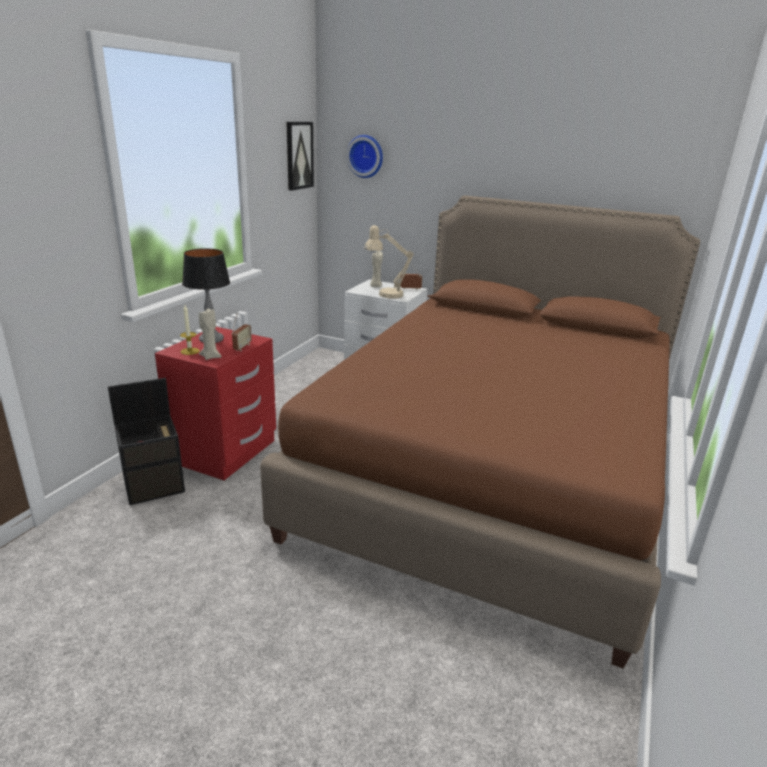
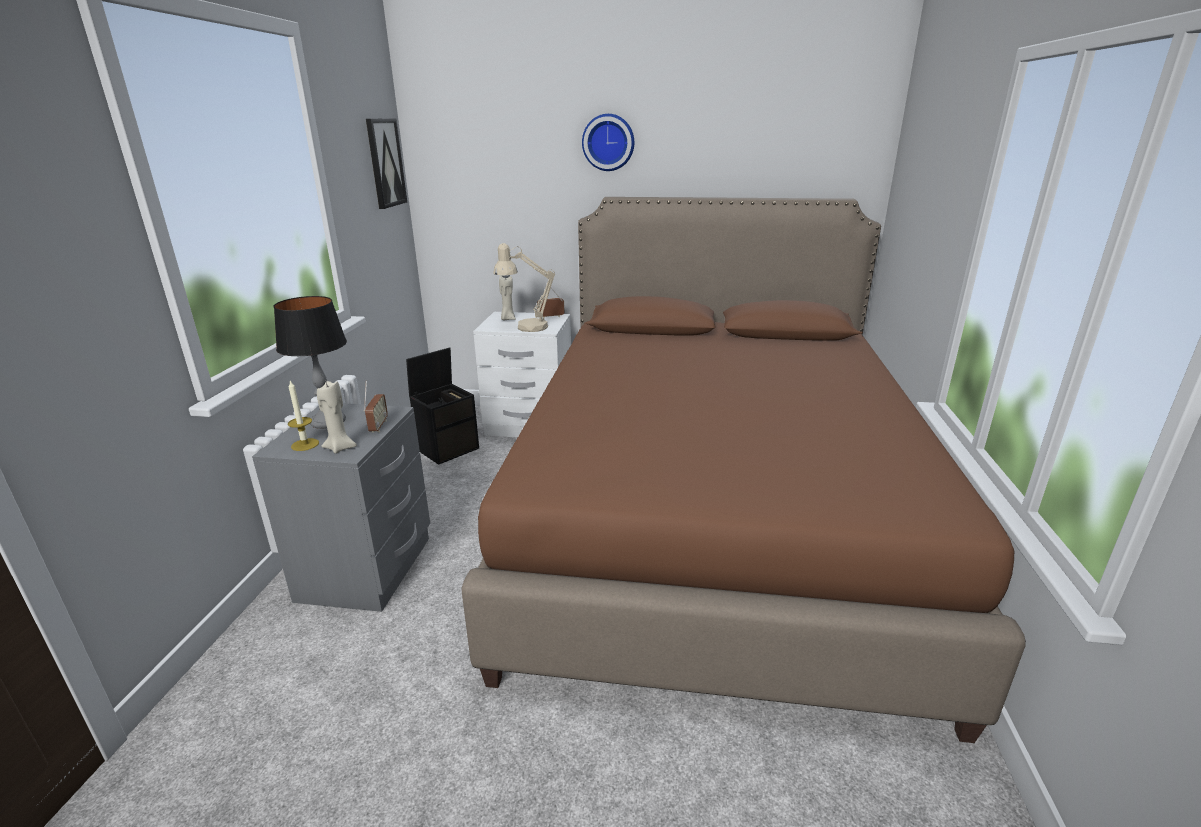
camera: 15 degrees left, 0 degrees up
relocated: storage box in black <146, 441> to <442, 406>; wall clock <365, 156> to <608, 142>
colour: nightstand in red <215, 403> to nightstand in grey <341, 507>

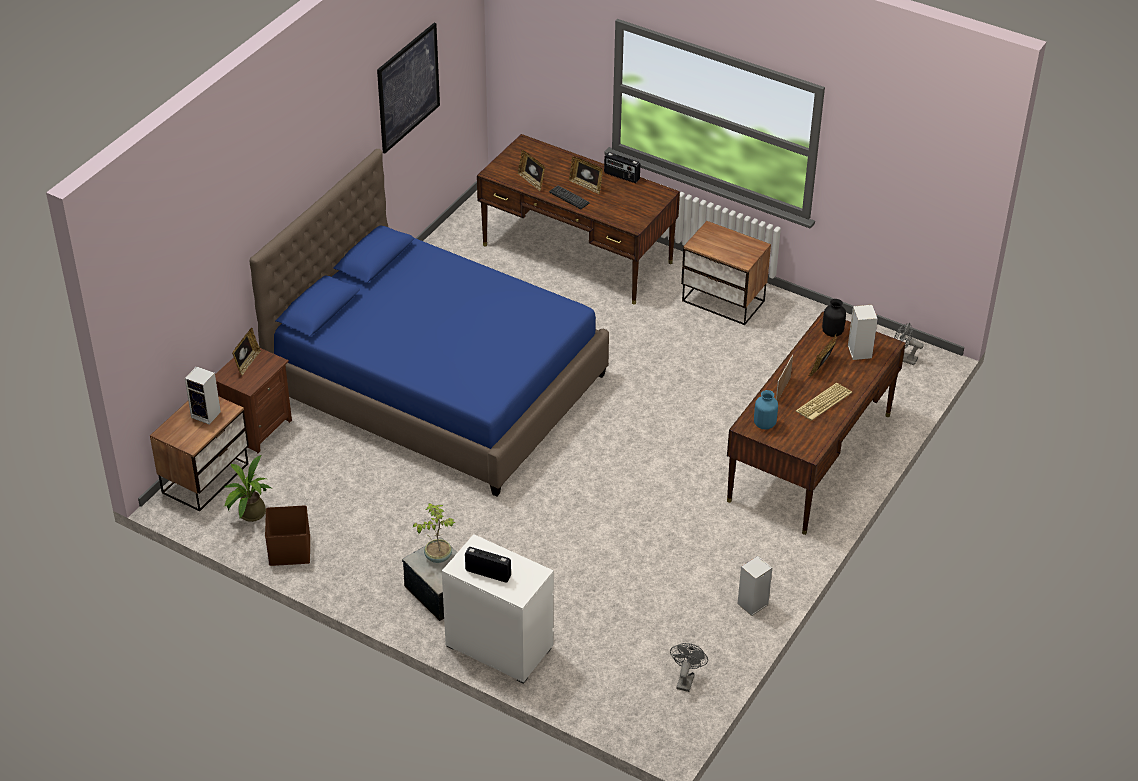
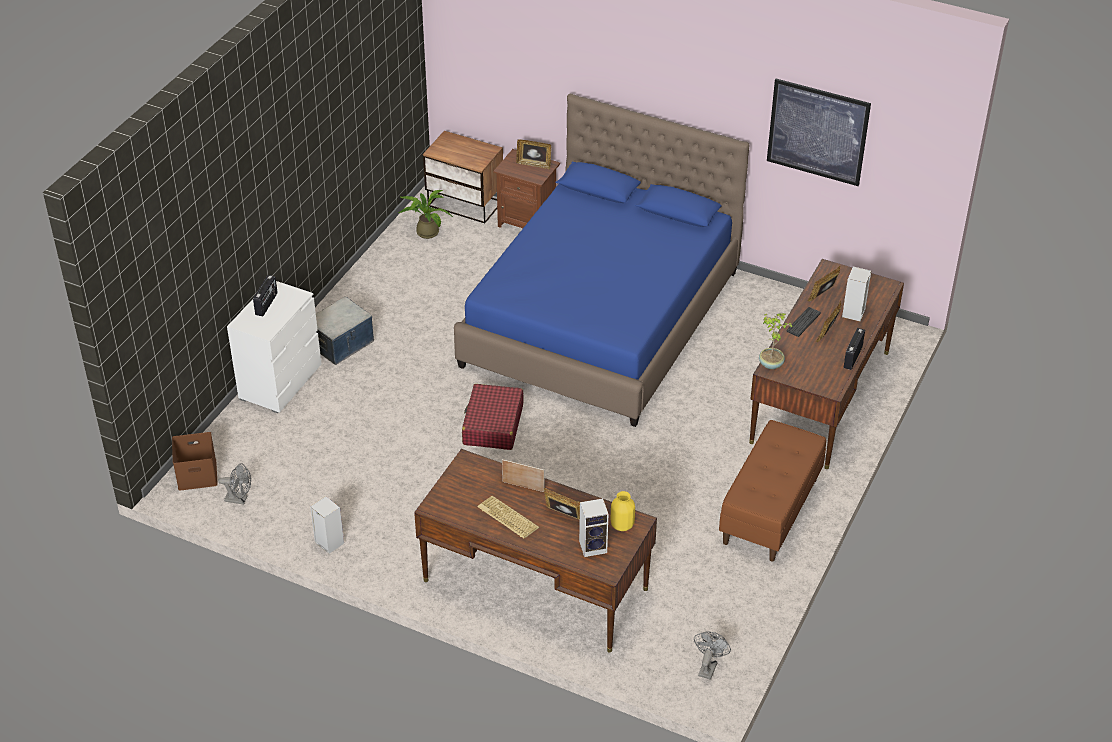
camera: 85 degrees right, 0 degrees up
missing: vase in blue <766, 409>
appeared: suitcase in red <492, 417>
relocated: speaker <203, 395> to <856, 294>; storage box in brown <287, 535> to <195, 461>; potted plant <434, 533> to <776, 341>
exchanged: nightstand <726, 273> to bench in brown <772, 490>
colour: vase in black <834, 318> to vase in yellow <623, 511>

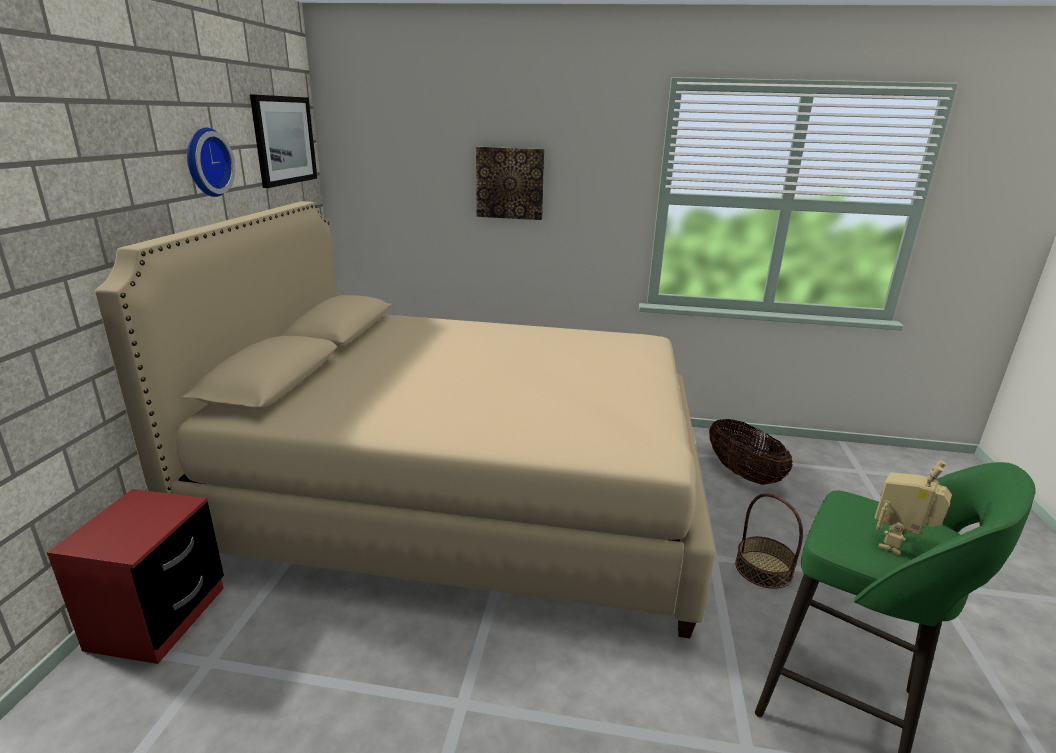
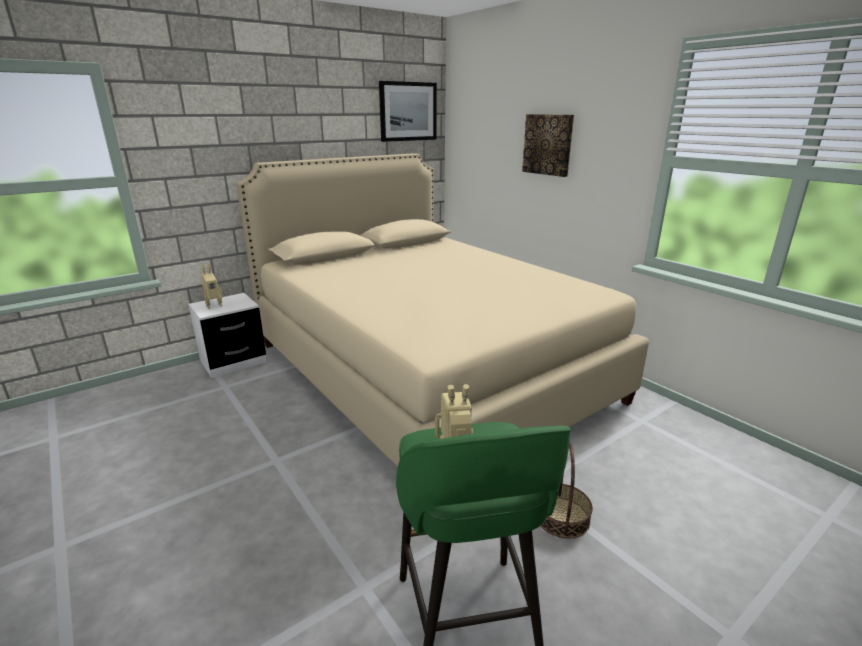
camera: 45 degrees right, 0 degrees up
missing: wall clock <211, 162>; basket <751, 452>
appeared: toy robot <211, 286>
colour: nightstand in red <135, 576> to nightstand in white <227, 335>

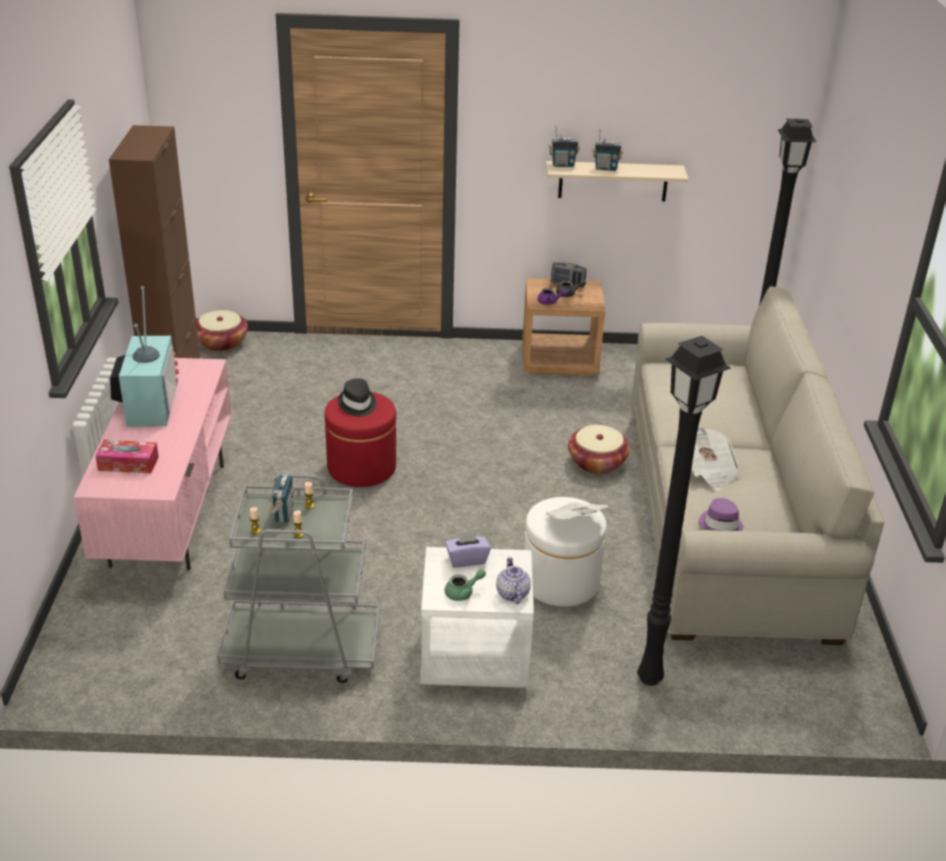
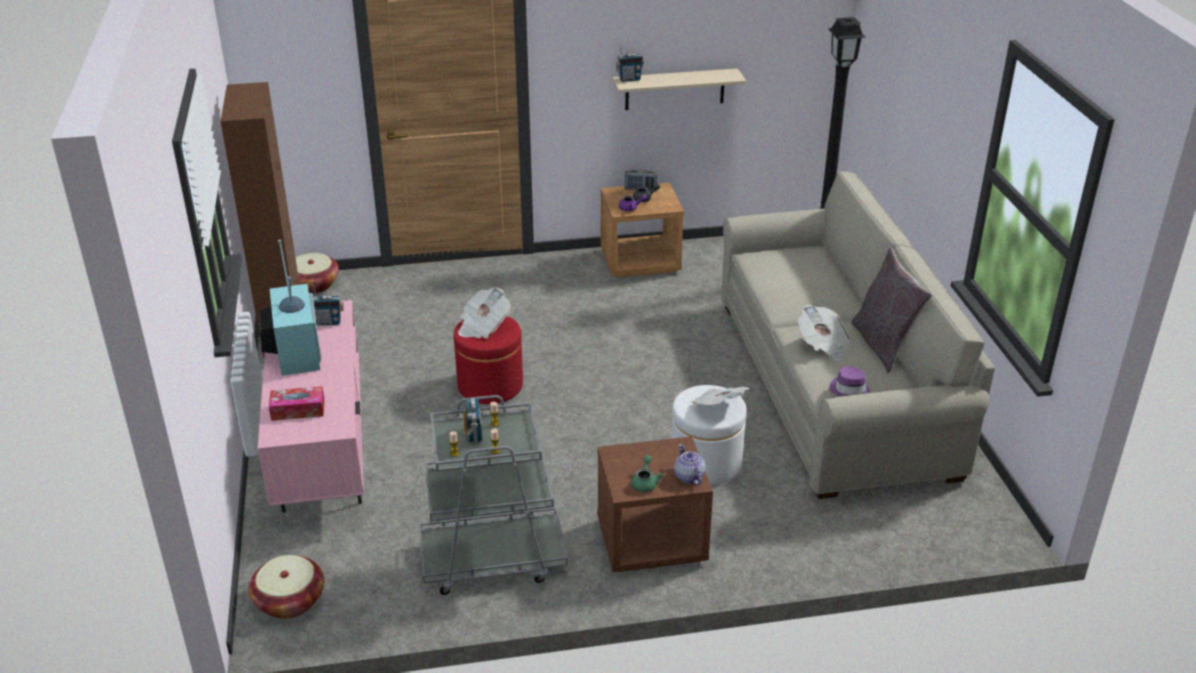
camera: 10 degrees left, 0 degrees up
missing: tissue box in purple <468, 549>; floor lamp in black <684, 511>
appeared: pillow in grey <891, 310>
relocated: basket <599, 449> to <286, 587>; radio <607, 149> to <327, 305>
exchanged: hat in black <357, 397> to newspaper <484, 313>
colour: nightstand in white <477, 617> to nightstand in brown <655, 504>
spun: teapot in green <465, 585> = <647, 473> 45 degrees counterclockwise

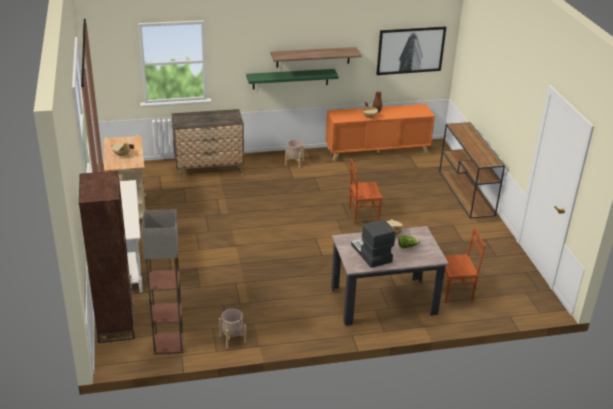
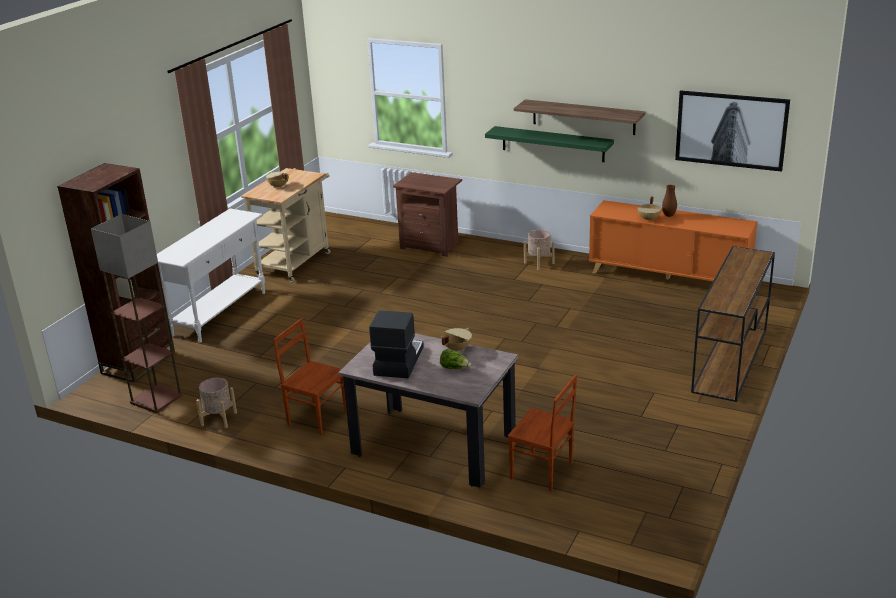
camera: 40 degrees right, 5 degrees down
relocated: chair in brown <365, 191> to <310, 376>
exchanged: dresser <208, 144> to nightstand in brown <427, 214>

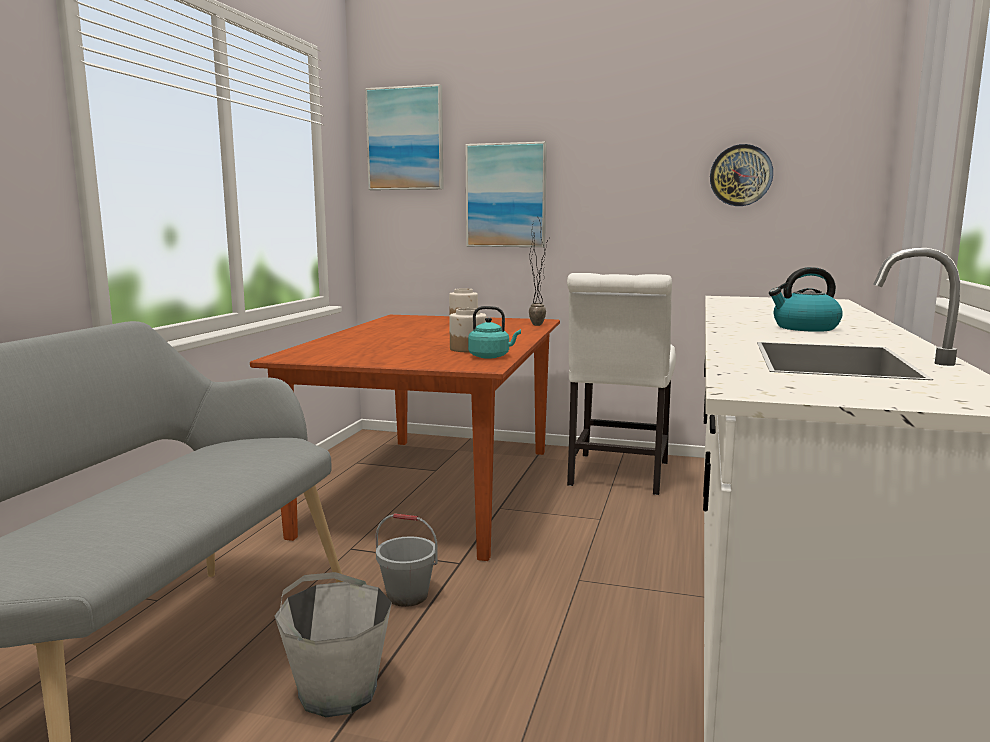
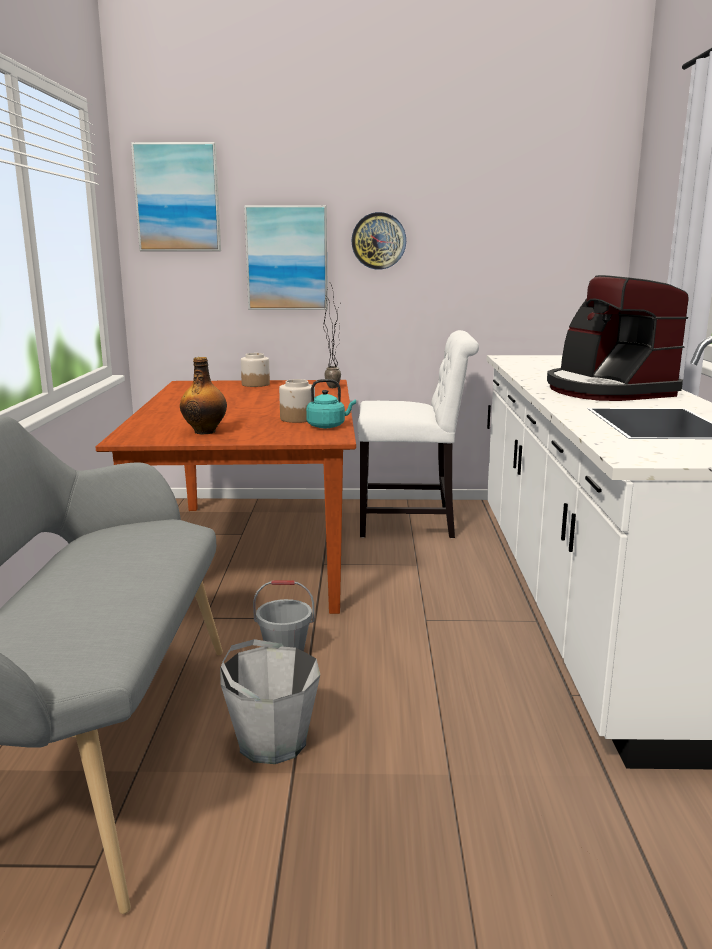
camera: 15 degrees left, 5 degrees up
appeared: bottle <203, 396>
relocated: wall clock <741, 175> to <378, 240>
exchanged: kettle <806, 299> to coffee machine <618, 338>
spun: chair in white <621, 384> = <418, 434> 90 degrees counterclockwise

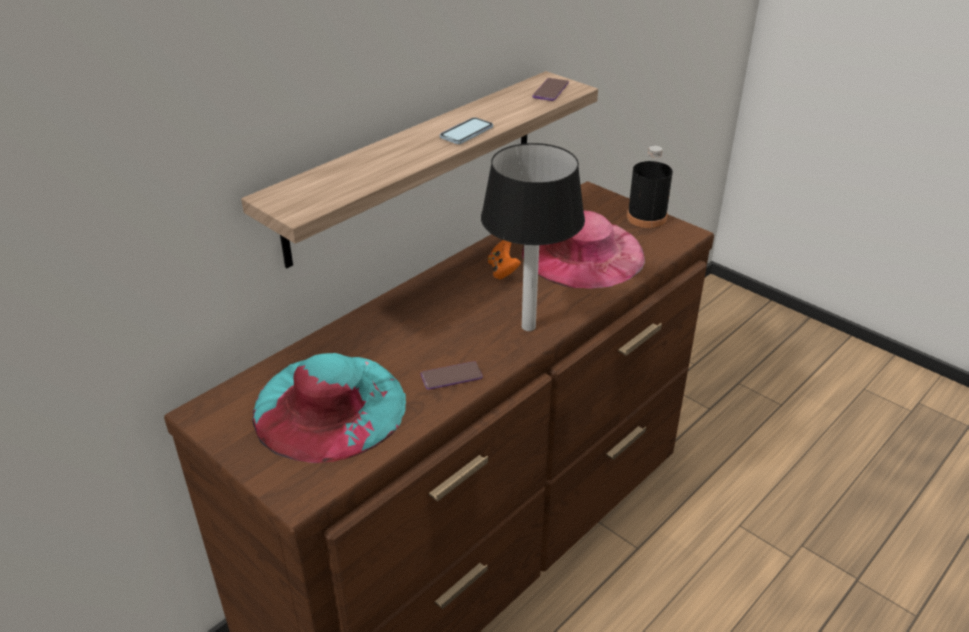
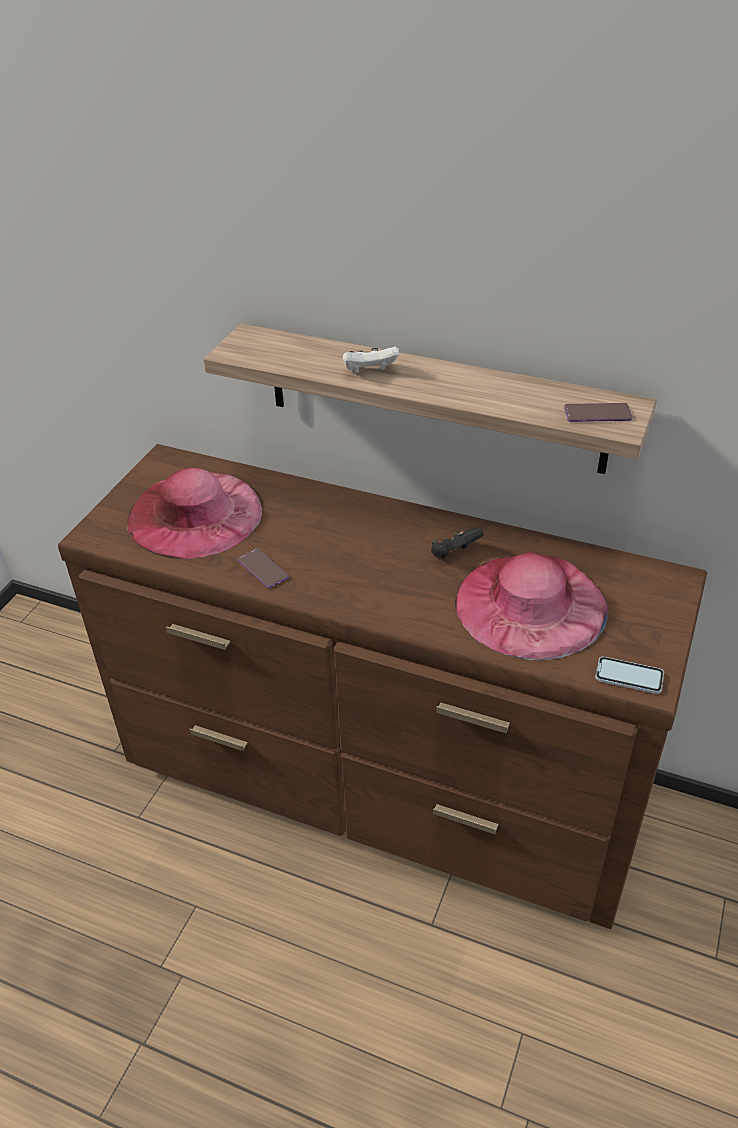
camera: 70 degrees right, 5 degrees up
missing: table lamp <533, 237>; bottle in black <650, 187>
appeared: game controller in white <371, 360>
relocated: phone <466, 130> to <629, 675>
colour: hat in turquoise <329, 408> to hat in pink <194, 513>; game controller in orange <504, 259> to game controller in black <457, 543>

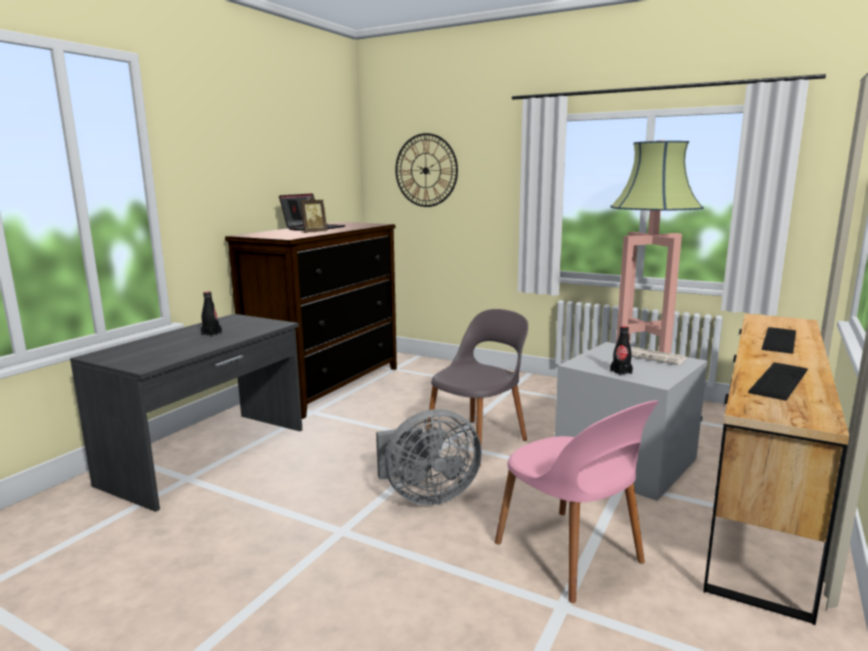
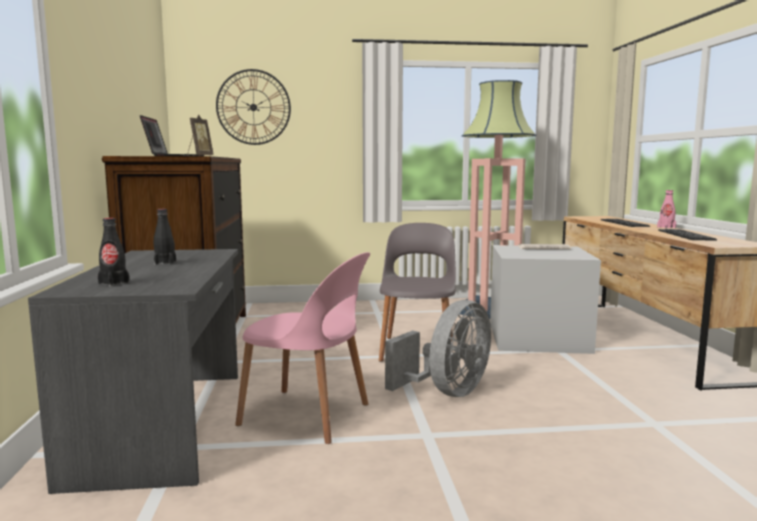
camera: 35 degrees left, 5 degrees down
appeared: bottle in pink <666, 209>
relocated: chair in pink <577, 501> to <302, 348>; bottle in black <621, 351> to <114, 252>

